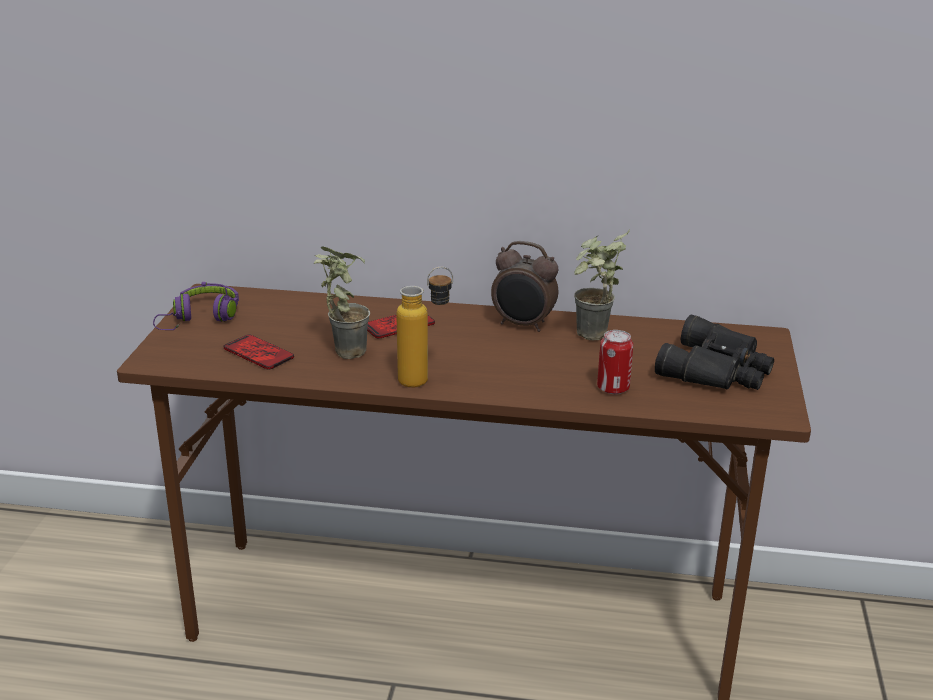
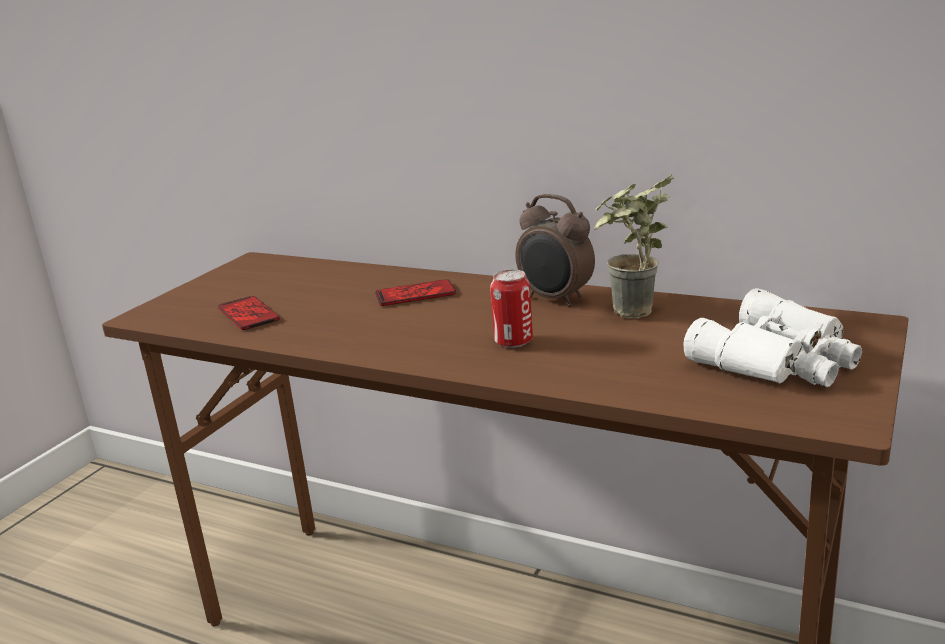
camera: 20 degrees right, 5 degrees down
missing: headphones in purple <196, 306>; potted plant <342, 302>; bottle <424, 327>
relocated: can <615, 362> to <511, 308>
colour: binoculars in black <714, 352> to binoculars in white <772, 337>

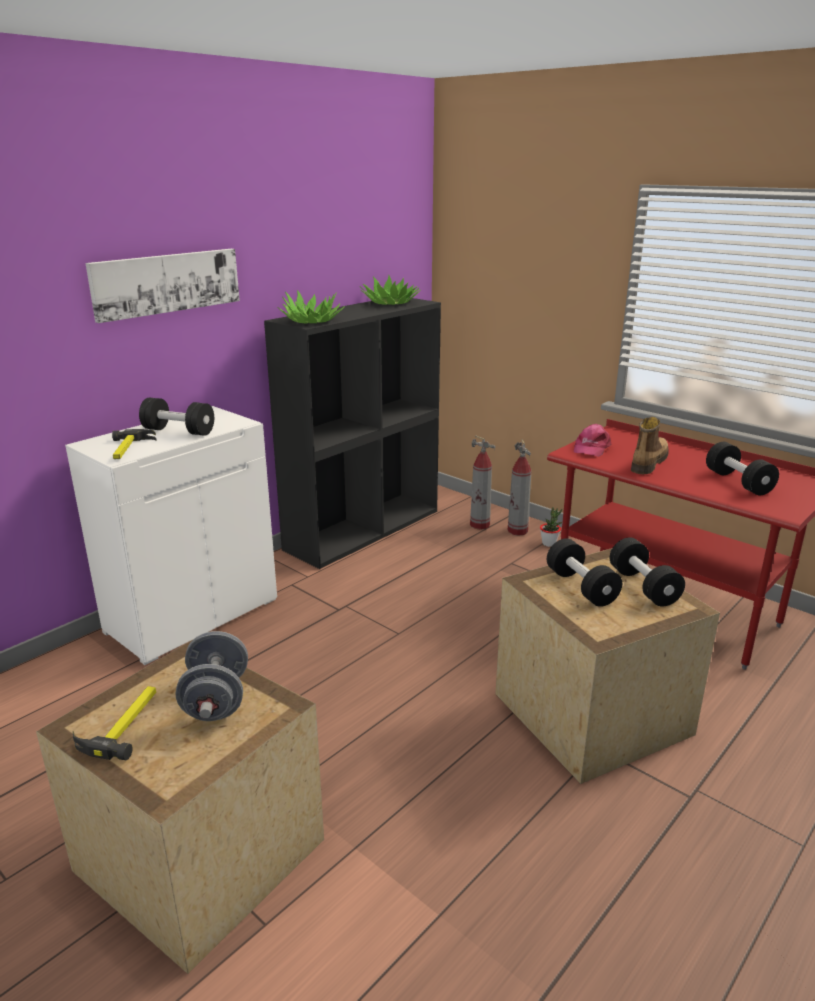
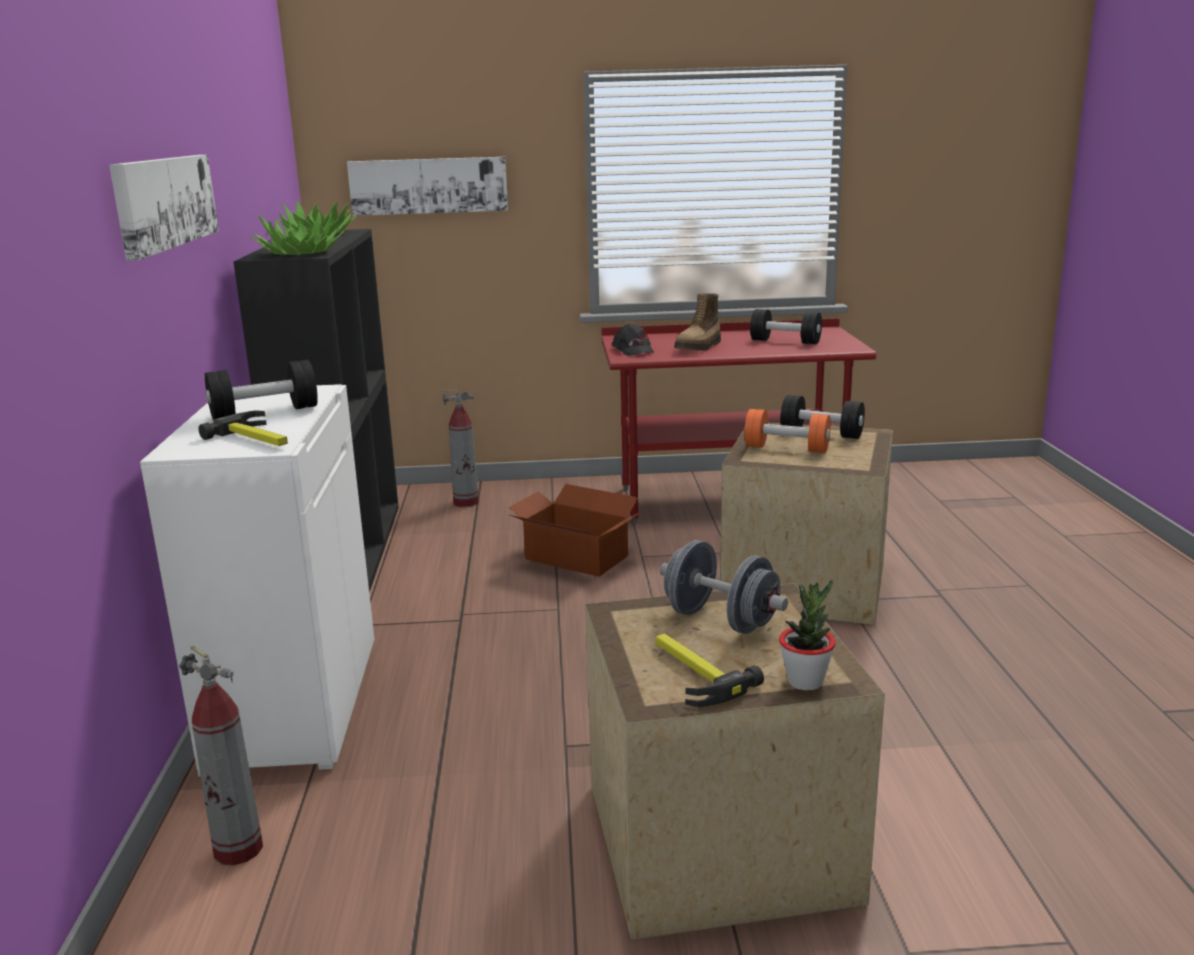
camera: 45 degrees left, 5 degrees down
appeared: picture <427, 186>; cardboard box <575, 530>
relocated: fire extinguisher <519, 487> to <221, 755>; potted plant <551, 527> to <807, 635>
colour: dumbbell in black <584, 572> to dumbbell in orange <787, 431>; cap in pink <592, 440> to cap in black <633, 339>
spun: boot <650, 445> = <697, 322> 135 degrees counterclockwise

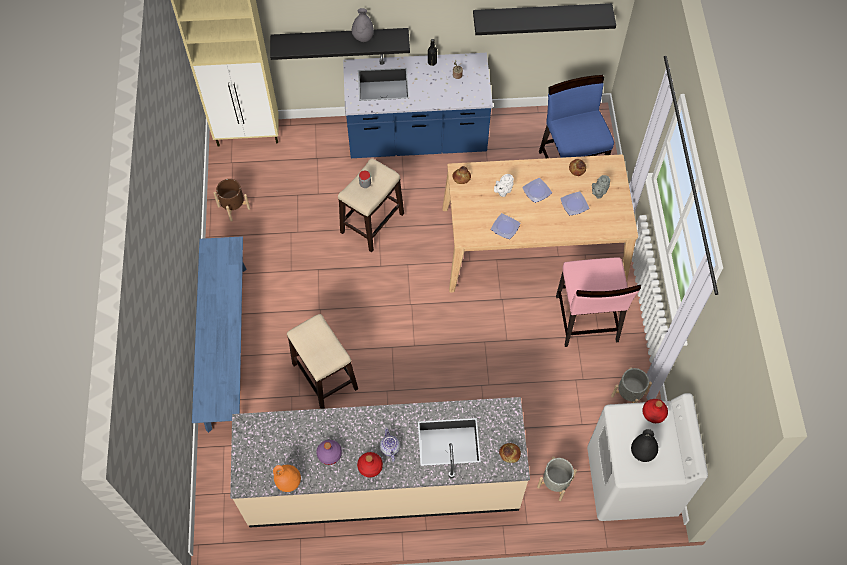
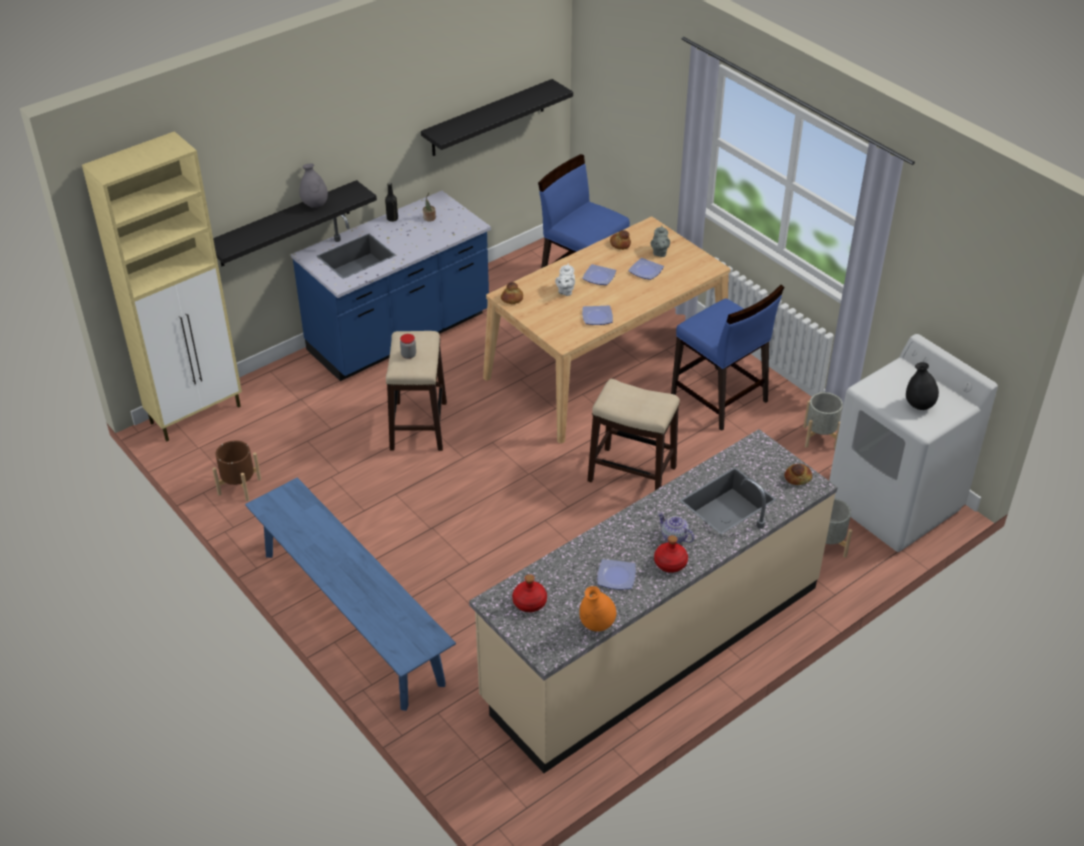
camera: 35 degrees left, 20 degrees down
relocated: stool <322, 361> to <633, 434>; bottle in red <655, 411> to <529, 593>
exchanged: bottle in purple <329, 452> to plate <616, 574>
colour: chair in pink <598, 302> to chair in blue <727, 358>

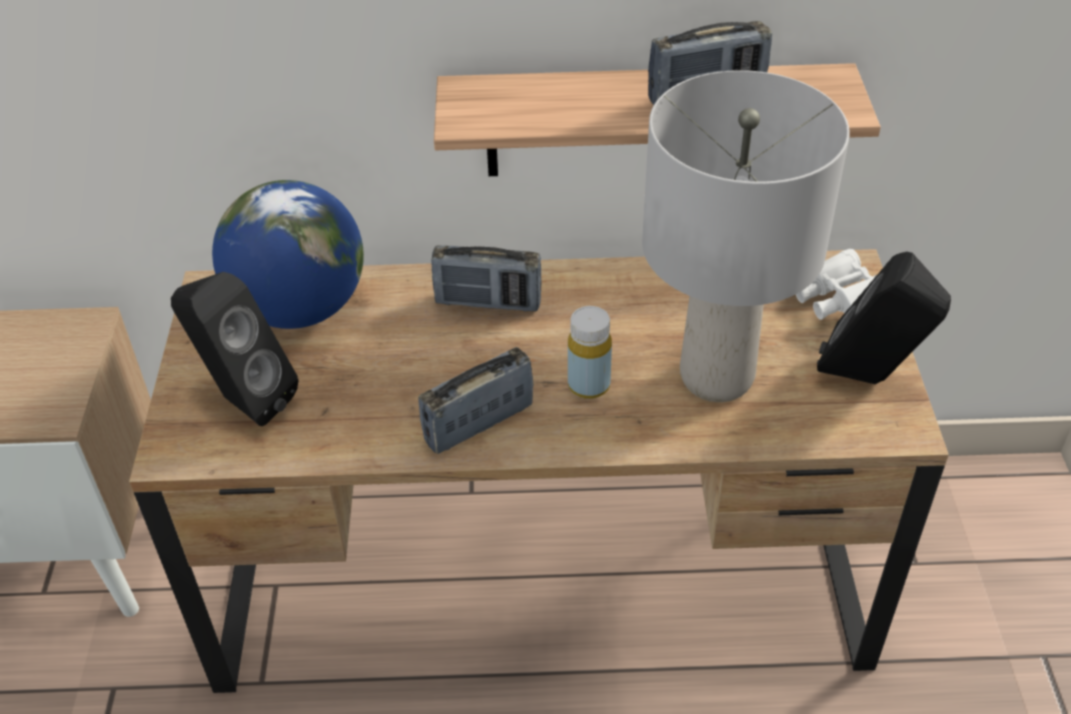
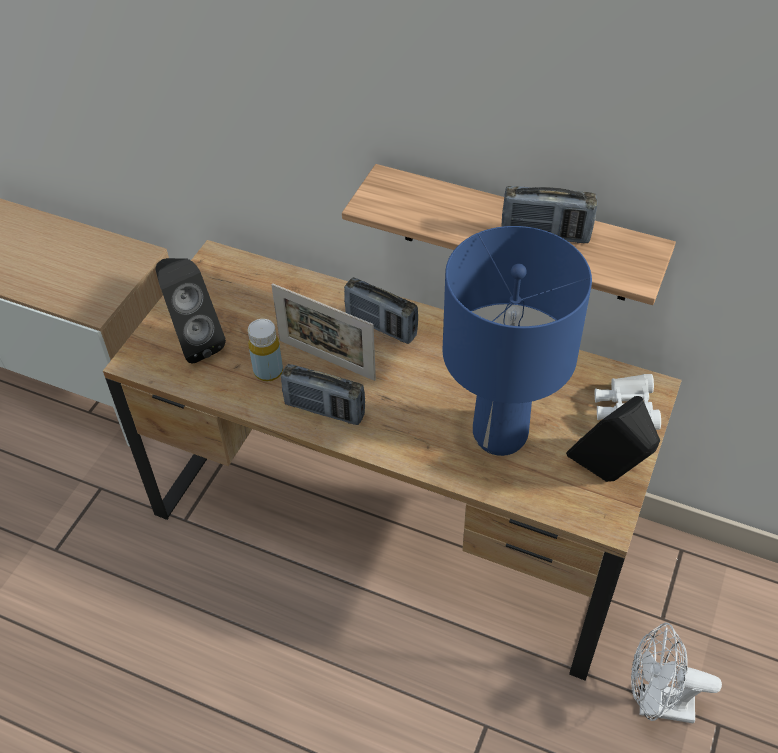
camera: 25 degrees right, 5 degrees up
missing: globe <288, 254>
appeared: picture frame <323, 332>; fan in white <676, 672>
relocated: bottle in yellow <590, 352> to <265, 350>
colour: table lamp in grey <746, 236> to table lamp in blue <517, 341>
spun: radio <476, 400> = <323, 394> 150 degrees counterclockwise

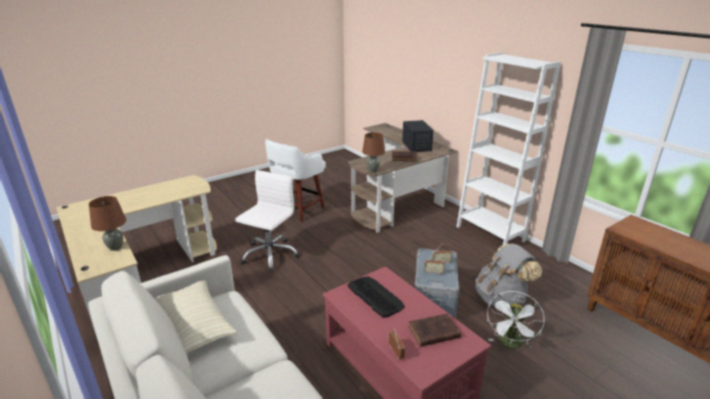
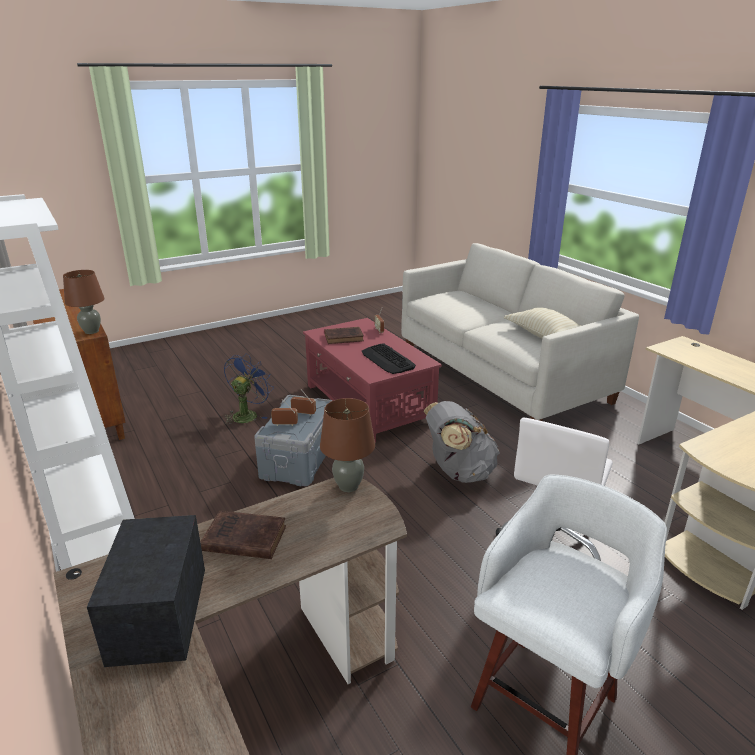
camera: 175 degrees left, 0 degrees up
relocated: table lamp in brown <107, 223> to <84, 302>; backpack in grey <508, 275> to <462, 442>
colour: fan in white <516, 319> to fan in blue <249, 389>

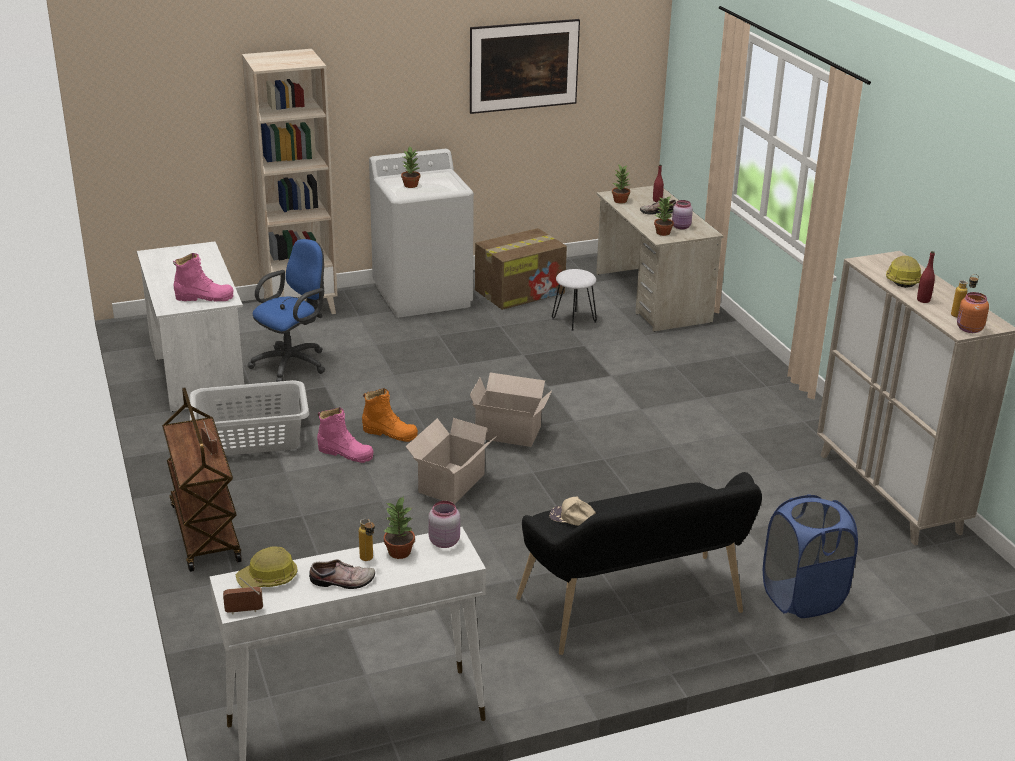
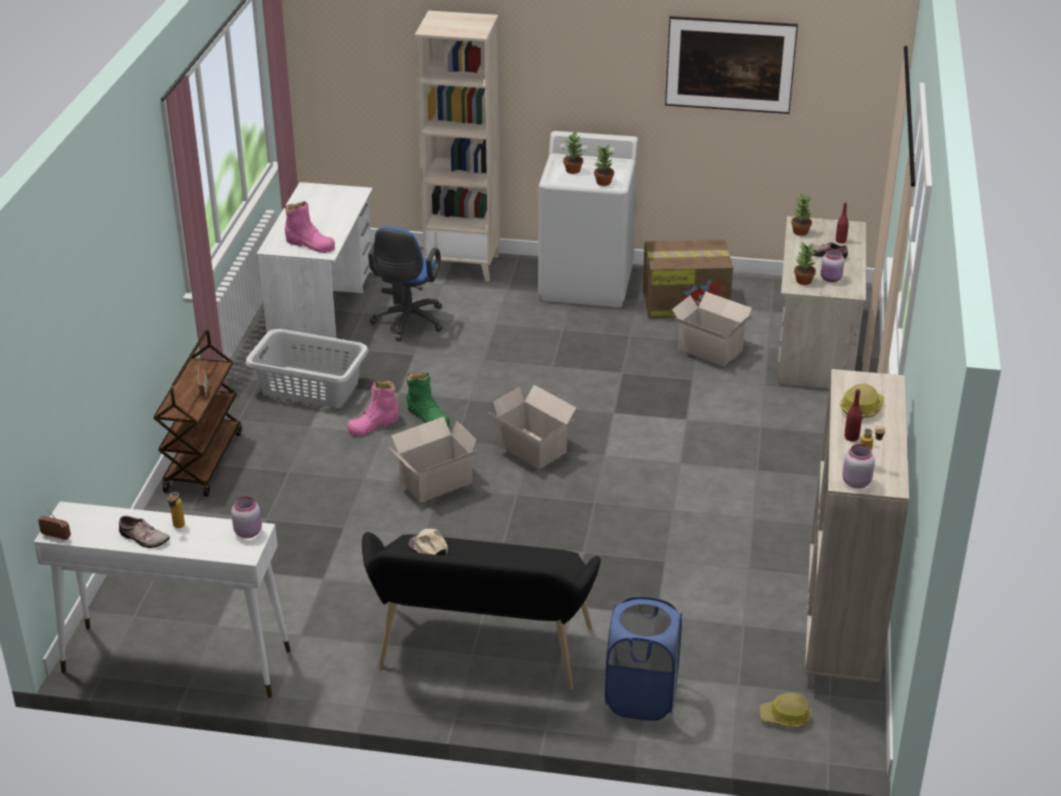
camera: 30 degrees right, 5 degrees up
relocated: hard hat <267, 567> to <786, 710>; potted plant <399, 527> to <604, 165>
exchanged: stool in white <574, 300> to cardboard box <712, 329>
colour: boot in orange <390, 415> to boot in green <428, 400>; jar in orange <973, 312> to jar in pink <858, 466>
spun: office chair in blue <286, 310> = <405, 283> 120 degrees clockwise; boot in pink <345, 435> = <373, 409> 90 degrees clockwise

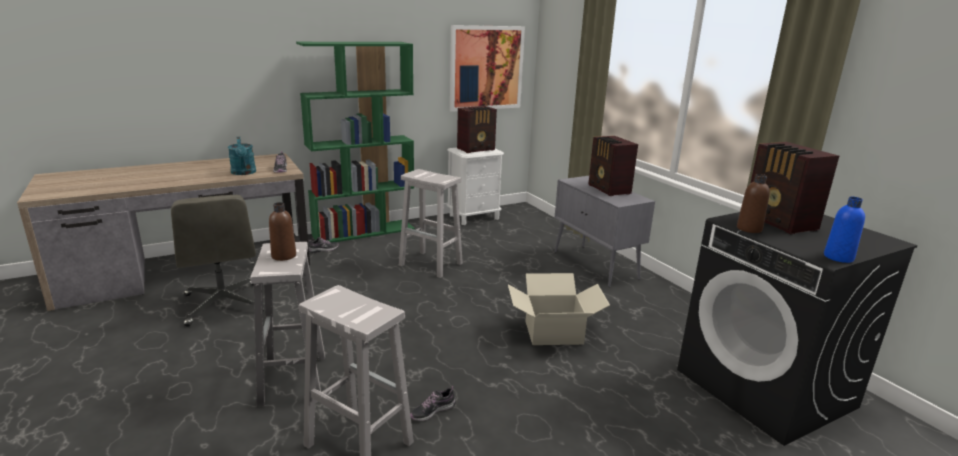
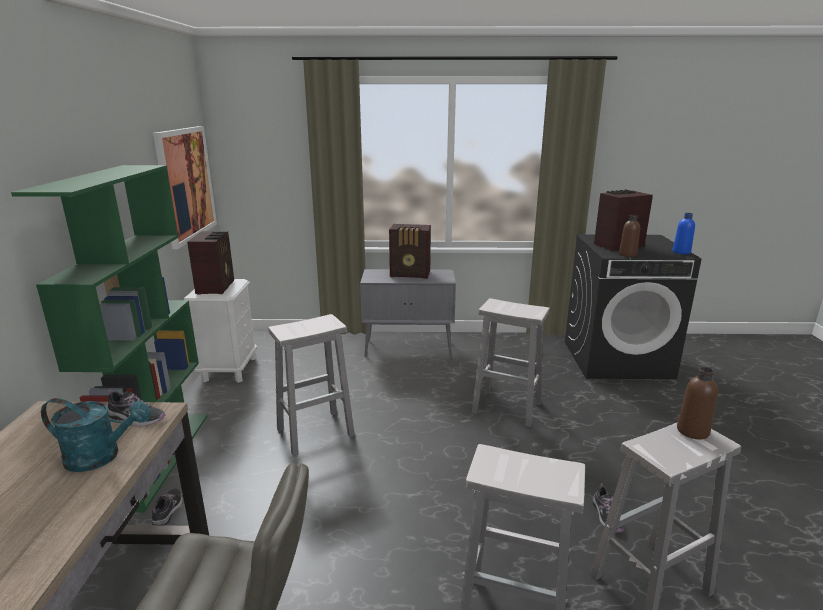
camera: 60 degrees left, 0 degrees up
relocated: bottle in brown <282, 231> to <697, 403>
exchanged: cardboard box <559, 309> to stool in white <511, 362>
spun: radio <795, 188> = <623, 220> 150 degrees clockwise

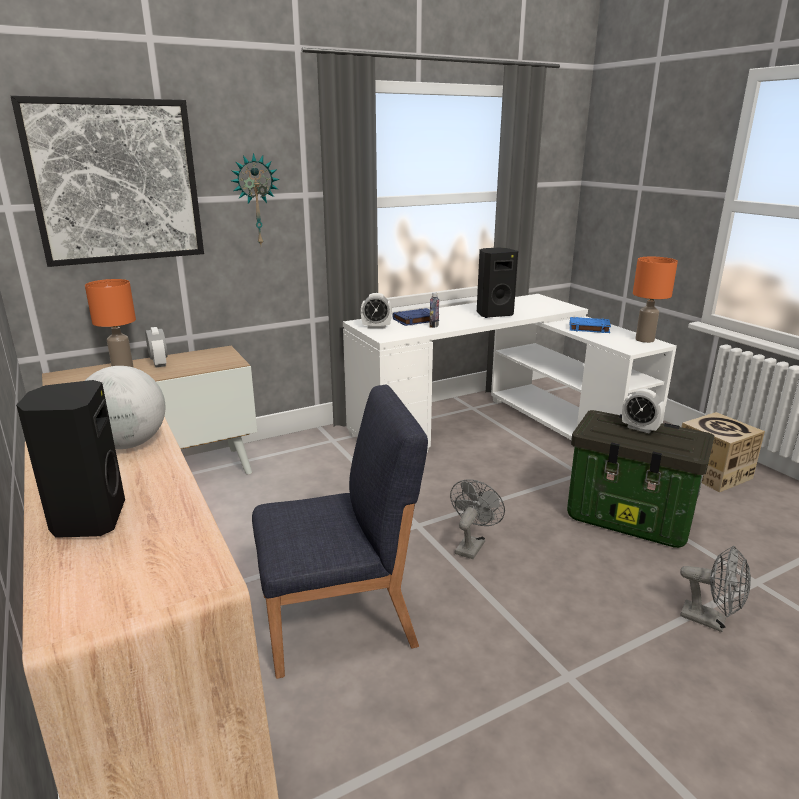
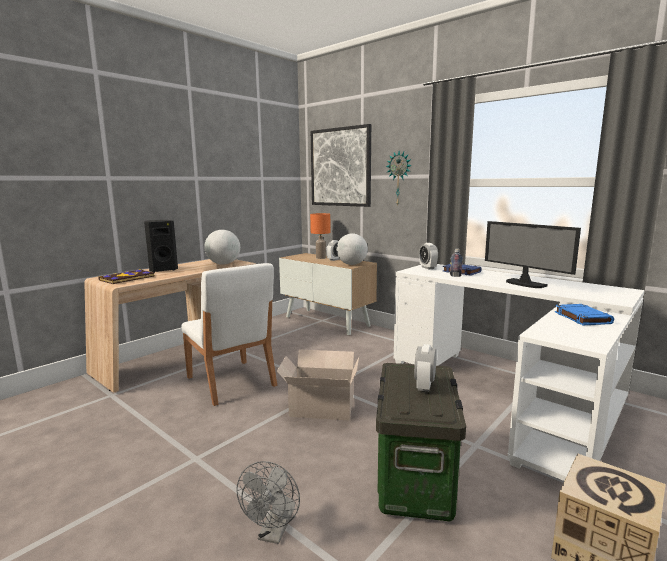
camera: 70 degrees right, 10 degrees down
missing: table lamp in orange <655, 300>
appeared: book <126, 276>; globe <352, 249>
exchanged: fan in grey <477, 519> to cardboard box <318, 385>; speaker in black <497, 283> to monitor <533, 254>
colour: chair in blue <340, 532> to chair in white <229, 334>

